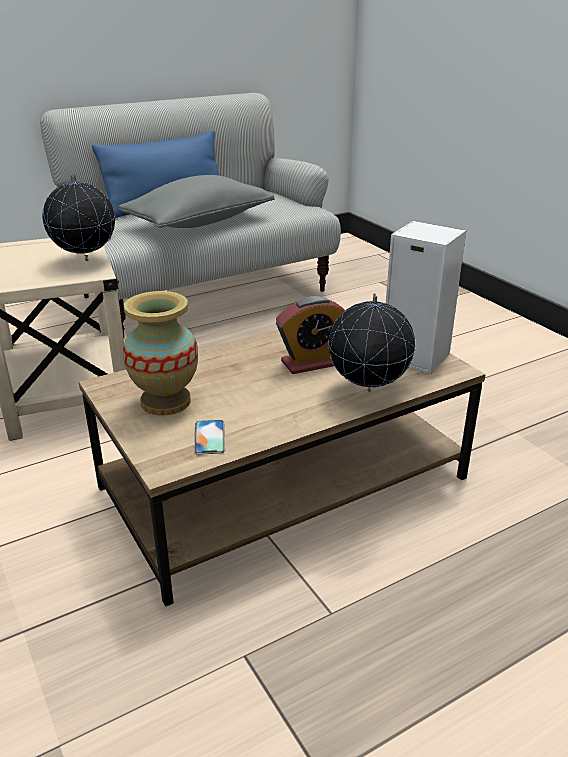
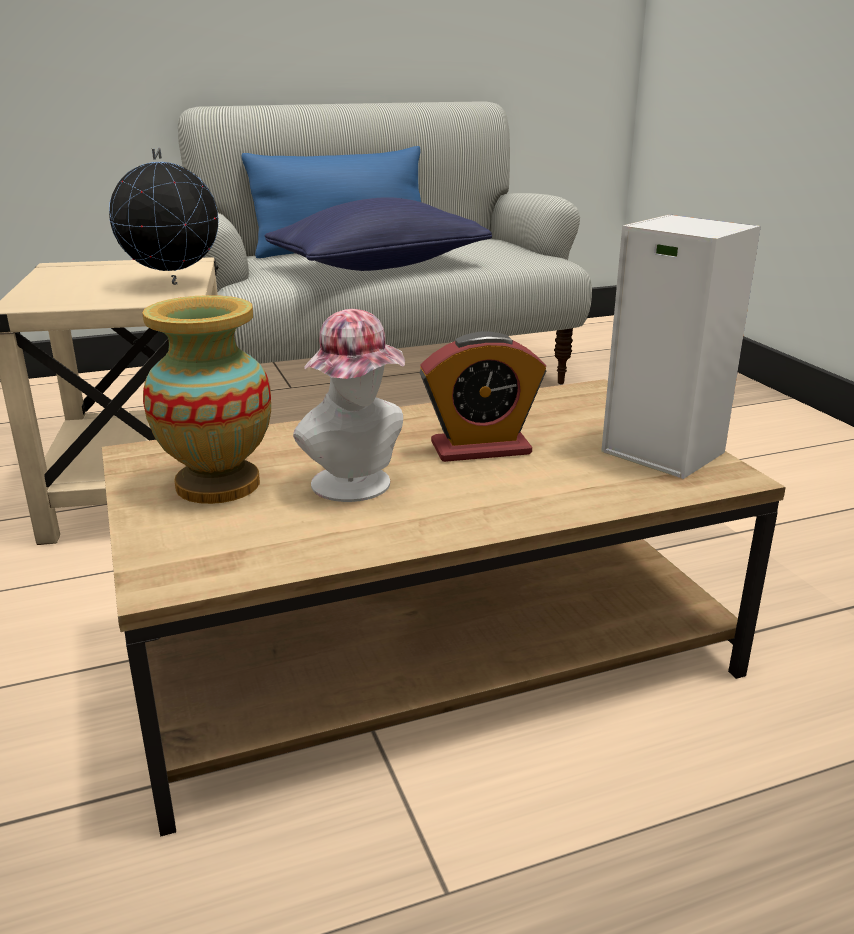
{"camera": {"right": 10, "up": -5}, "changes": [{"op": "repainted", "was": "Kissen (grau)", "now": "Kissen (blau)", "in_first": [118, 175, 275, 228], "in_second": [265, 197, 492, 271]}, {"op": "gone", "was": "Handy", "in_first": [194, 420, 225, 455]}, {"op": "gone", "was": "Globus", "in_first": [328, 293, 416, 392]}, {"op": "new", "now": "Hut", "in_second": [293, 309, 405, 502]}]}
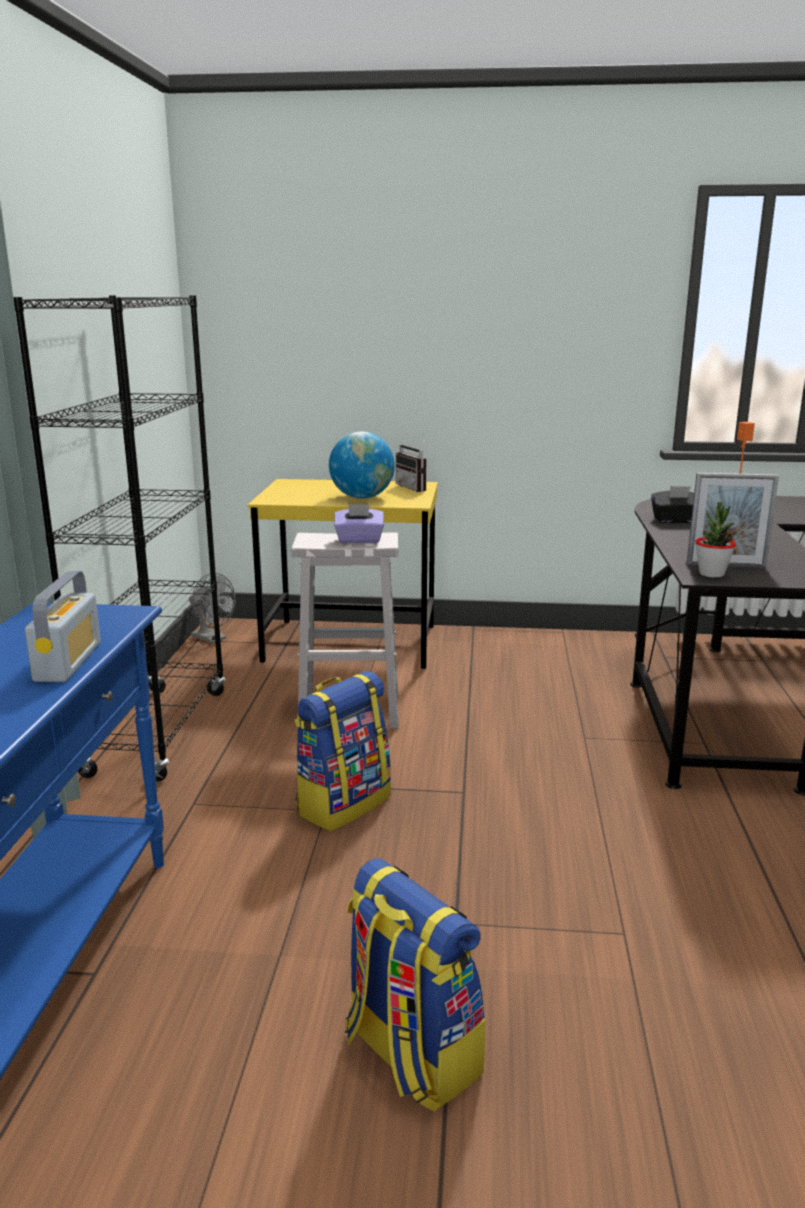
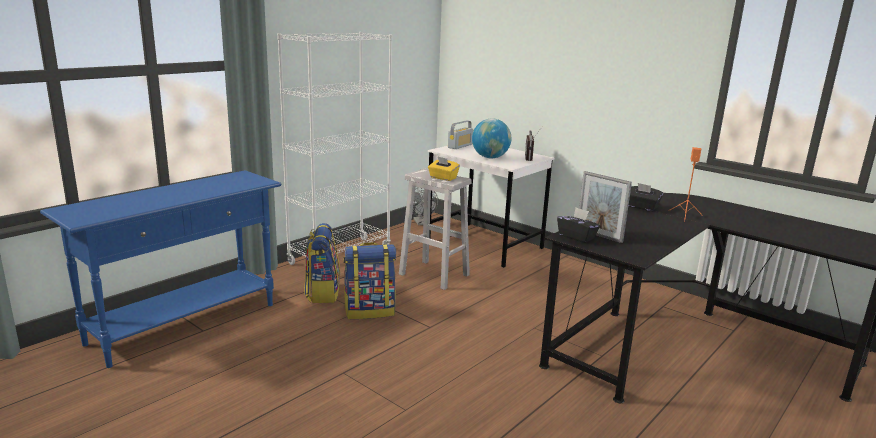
{"camera": {"right": 35, "up": 0}, "changes": [{"op": "repainted", "was": "Bücherregal (schwarz)", "now": "Bücherregal (weiß)", "in_first": [13, 295, 226, 781], "in_second": [277, 32, 393, 265]}, {"op": "shifted", "was": "Radio", "in_first": [25, 571, 101, 682], "in_second": [448, 120, 473, 149]}, {"op": "repainted", "was": "Schreibtisch (gelb)", "now": "Schreibtisch (weiß)", "in_first": [248, 479, 438, 669], "in_second": [428, 143, 554, 268]}, {"op": "repainted", "was": "Taschentuchbox (lila)", "now": "Taschentuchbox (gelb)", "in_first": [334, 504, 384, 543], "in_second": [428, 157, 460, 181]}, {"op": "shifted", "was": "Rucksack", "in_first": [345, 858, 485, 1112], "in_second": [304, 223, 340, 303]}, {"op": "swapped", "was": "Topfpflanze", "now": "Taschentuchbox (schwarz)", "in_first": [695, 502, 736, 578], "in_second": [557, 208, 600, 243]}]}
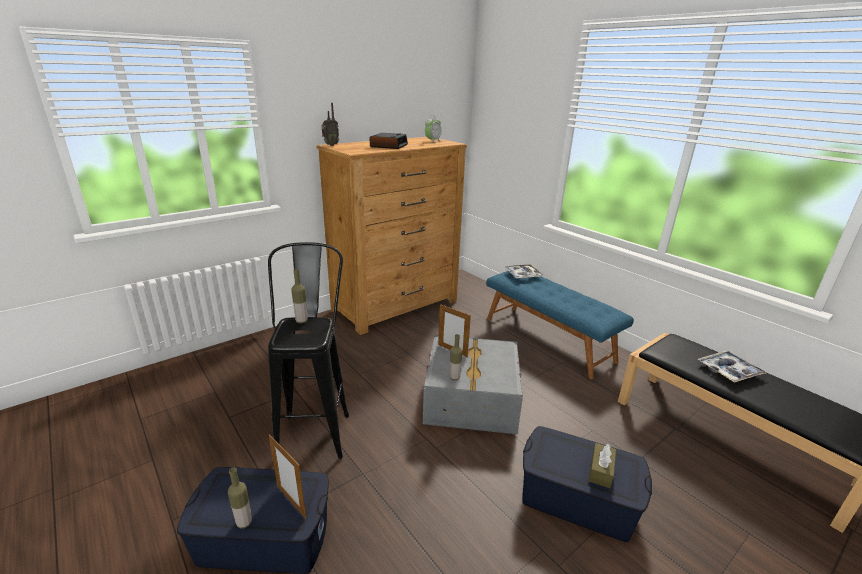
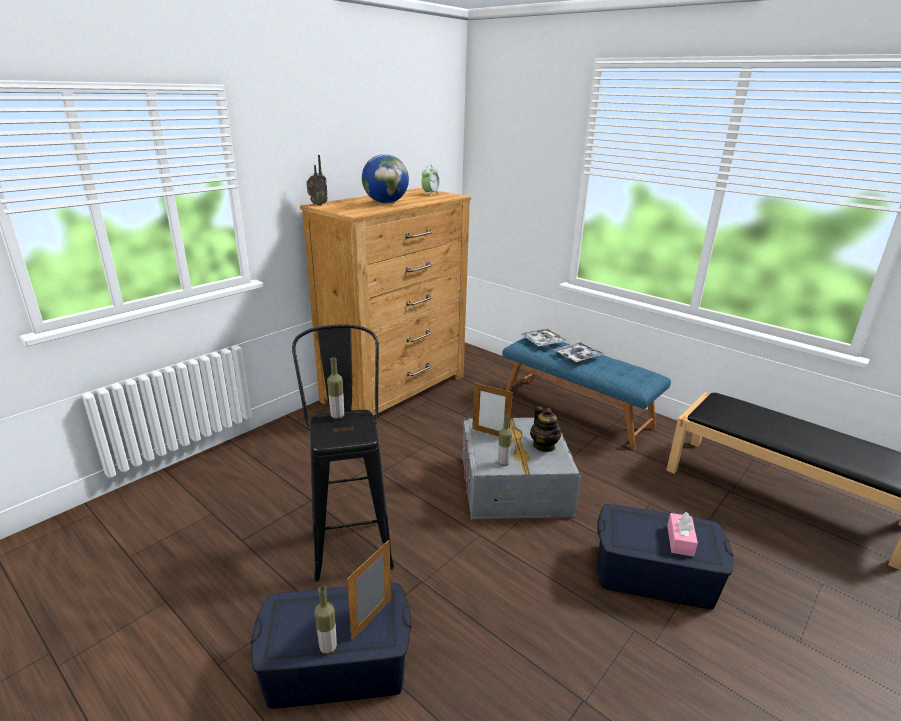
{"camera": {"right": -10, "up": 0}, "changes": [{"op": "rotated", "was": "Bilderrahmen", "in_first": [269, 434, 307, 519], "in_second": [347, 540, 391, 640], "clockwise": 90}, {"op": "swapped", "was": "Wecker", "now": "Globus", "in_first": [370, 133, 408, 149], "in_second": [362, 154, 409, 203]}, {"op": "repainted", "was": "Taschentuchbox (braun)", "now": "Taschentuchbox (rosa)", "in_first": [589, 443, 616, 488], "in_second": [667, 512, 698, 557]}, {"op": "shifted", "was": "Tablett", "in_first": [698, 351, 766, 382], "in_second": [554, 342, 605, 362]}, {"op": "new", "now": "Teekanne", "in_second": [530, 406, 562, 452]}]}
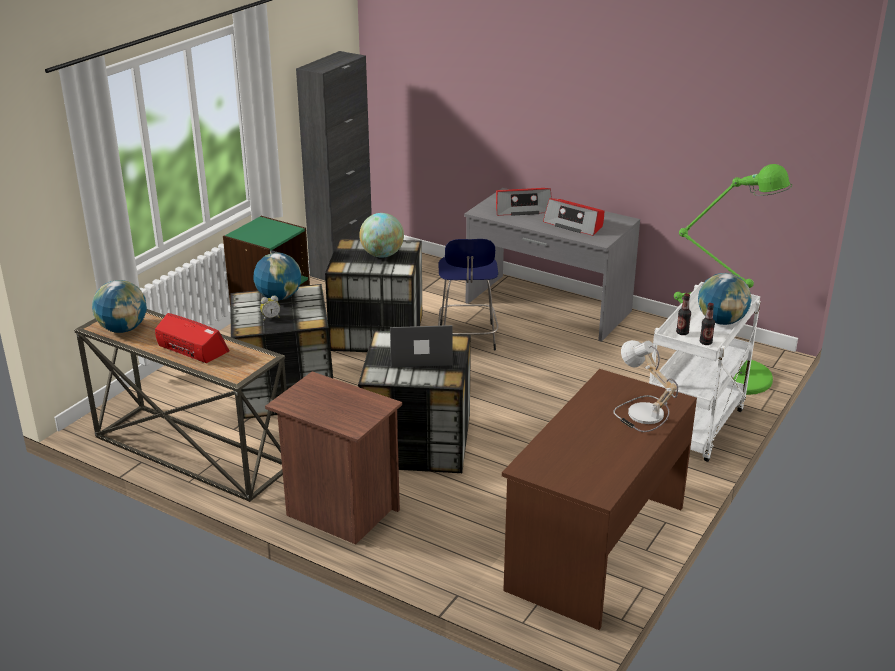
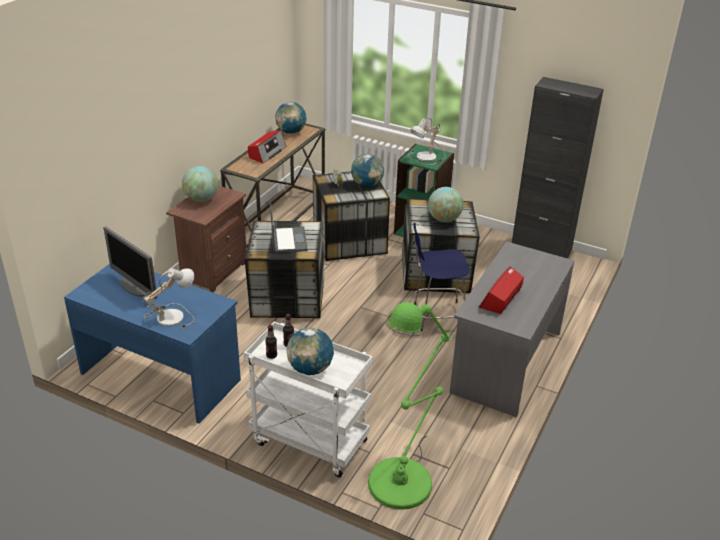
{"camera": {"right": 85, "up": 5}, "changes": [{"op": "gone", "was": "Radio", "in_first": [496, 188, 552, 216]}, {"op": "repainted", "was": "Schreibtisch (braun)", "now": "Schreibtisch (blau)", "in_first": [502, 369, 697, 630], "in_second": [64, 264, 241, 424]}, {"op": "new", "now": "Monitor", "in_second": [104, 227, 157, 299]}, {"op": "new", "now": "Globus", "in_second": [182, 166, 218, 202]}, {"op": "new", "now": "Tischlampe", "in_second": [408, 118, 446, 165]}]}
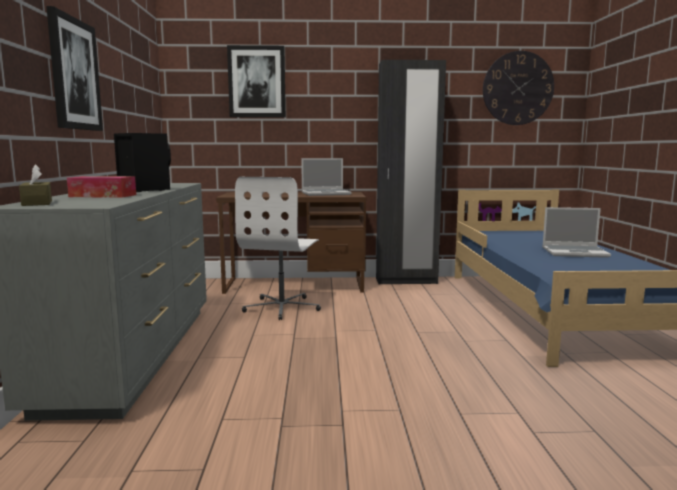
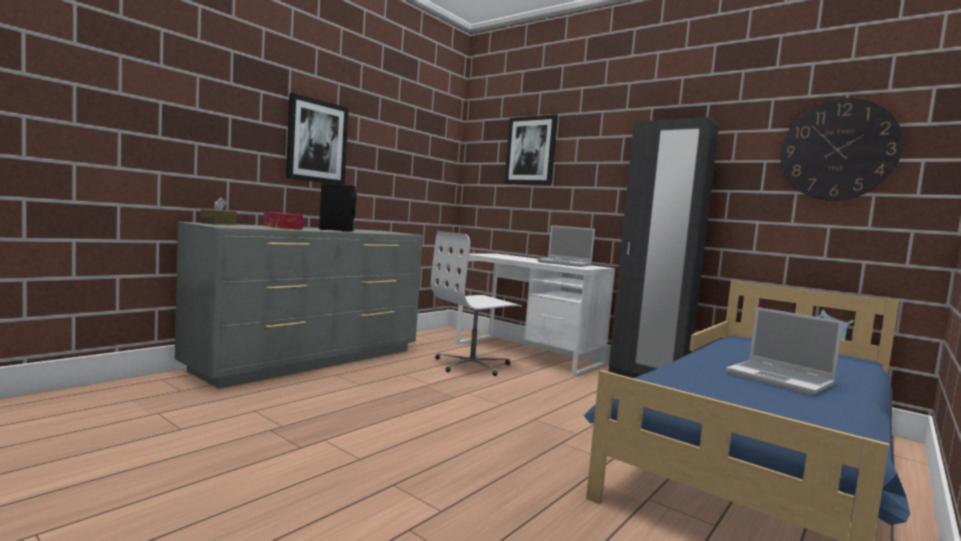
{"camera": {"right": 40, "up": -5}, "changes": [{"op": "repainted", "was": "Schreibtisch (braun)", "now": "Schreibtisch (weiß)", "in_first": [216, 192, 366, 294], "in_second": [456, 253, 615, 376]}]}
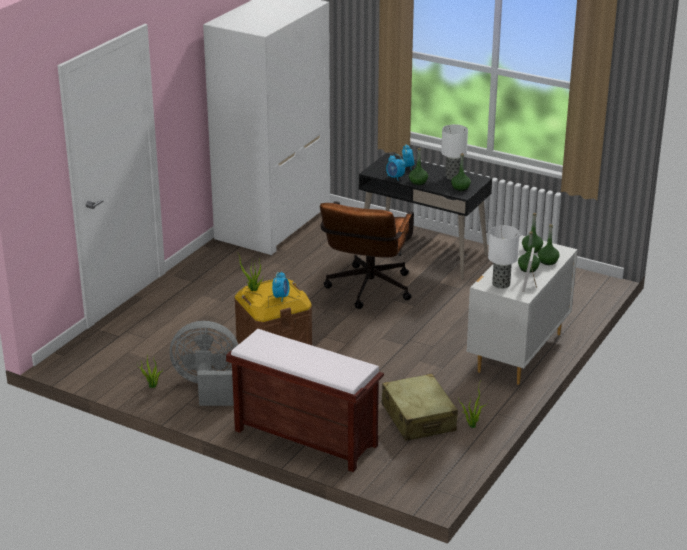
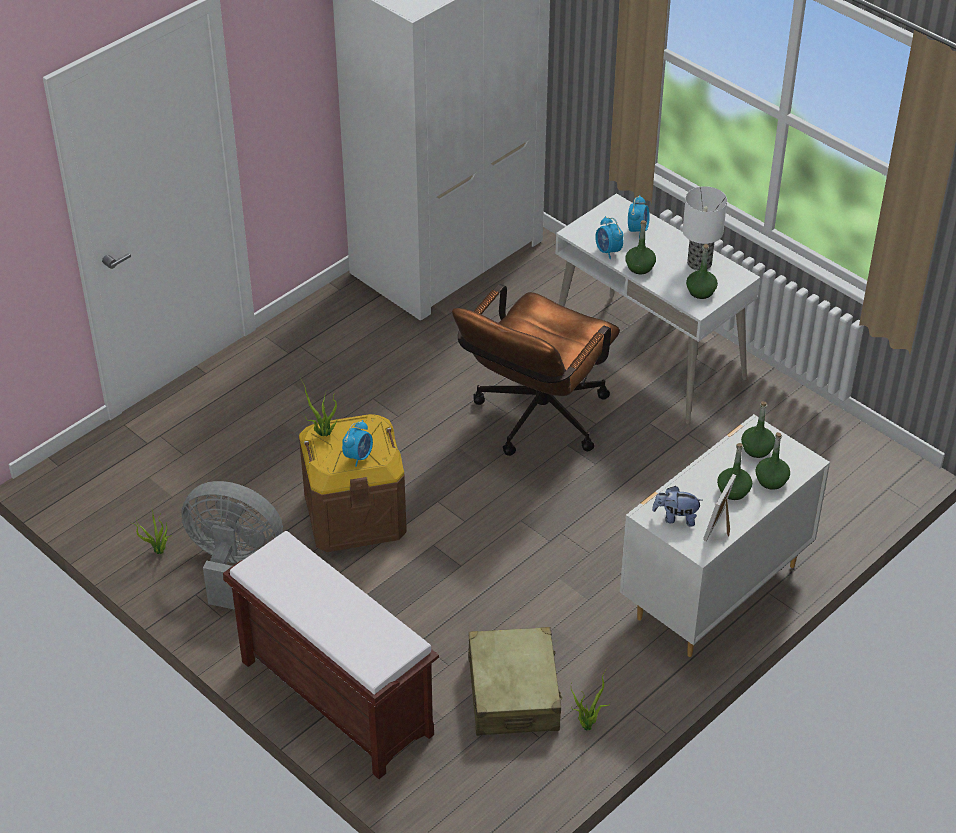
{"camera": {"right": 15, "up": 15}, "changes": [{"op": "repainted", "was": "Schreibtisch (schwarz)", "now": "Schreibtisch (weiß)", "in_first": [359, 153, 492, 280], "in_second": [555, 193, 760, 424]}, {"op": "swapped", "was": "Tischlampe", "now": "Plüschtier", "in_first": [488, 225, 520, 289], "in_second": [652, 486, 703, 527]}]}
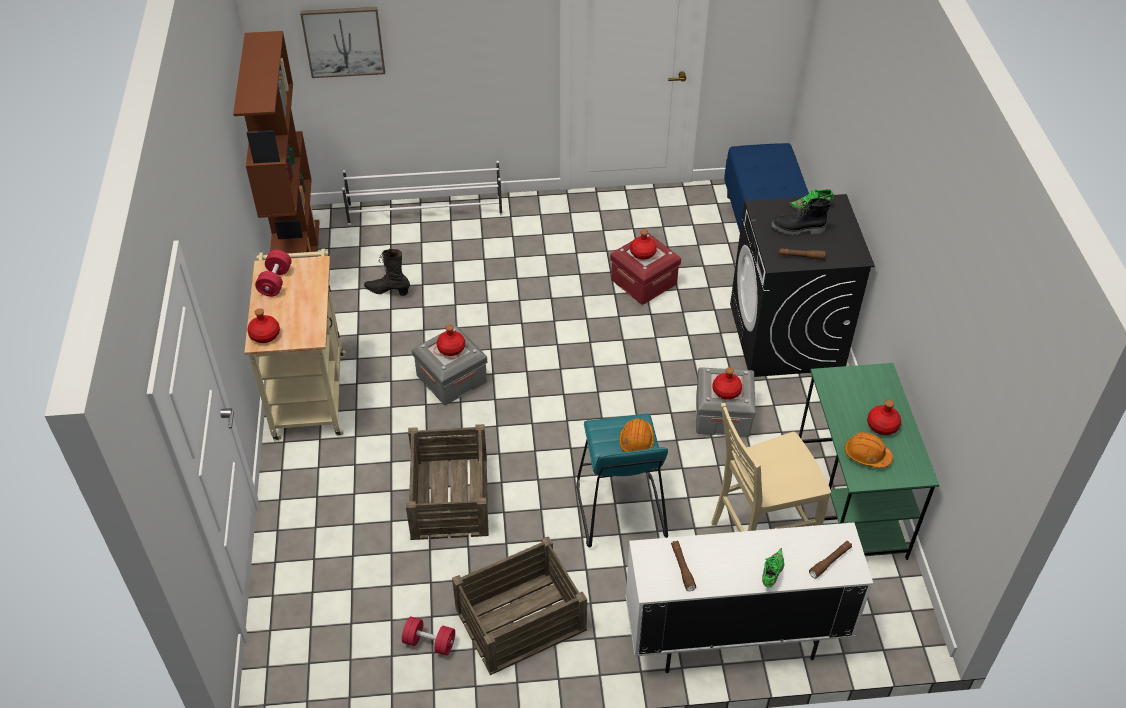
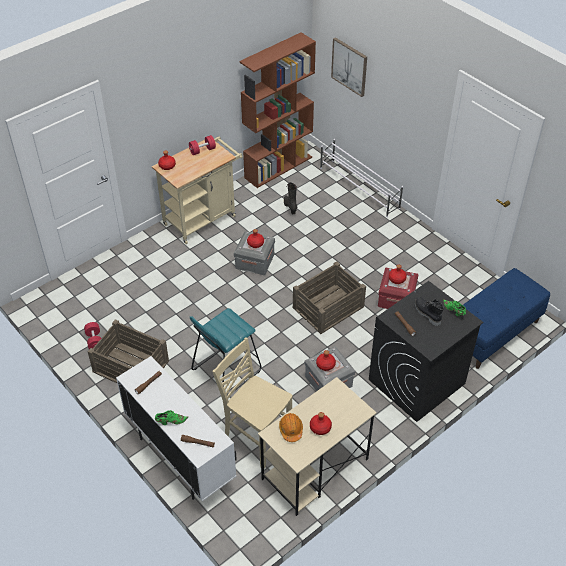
{"camera": {"right": 55, "up": 0}, "changes": [{"op": "shifted", "was": "Kiste", "in_first": [406, 424, 489, 540], "in_second": [292, 261, 366, 334]}, {"op": "gone", "was": "Schutzhelm (orange)", "in_first": [619, 418, 654, 452]}, {"op": "repainted", "was": "Schreibtisch (grün)", "now": "Schreibtisch (beige)", "in_first": [799, 363, 939, 560], "in_second": [258, 377, 377, 516]}]}
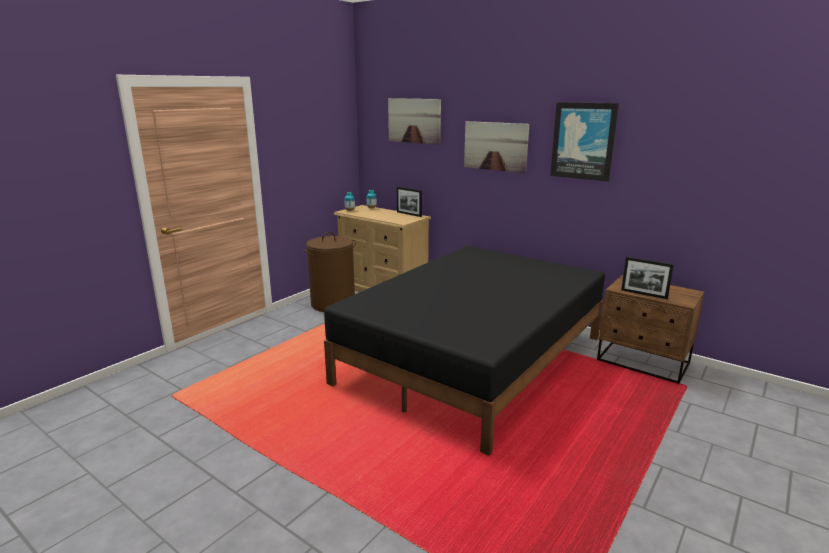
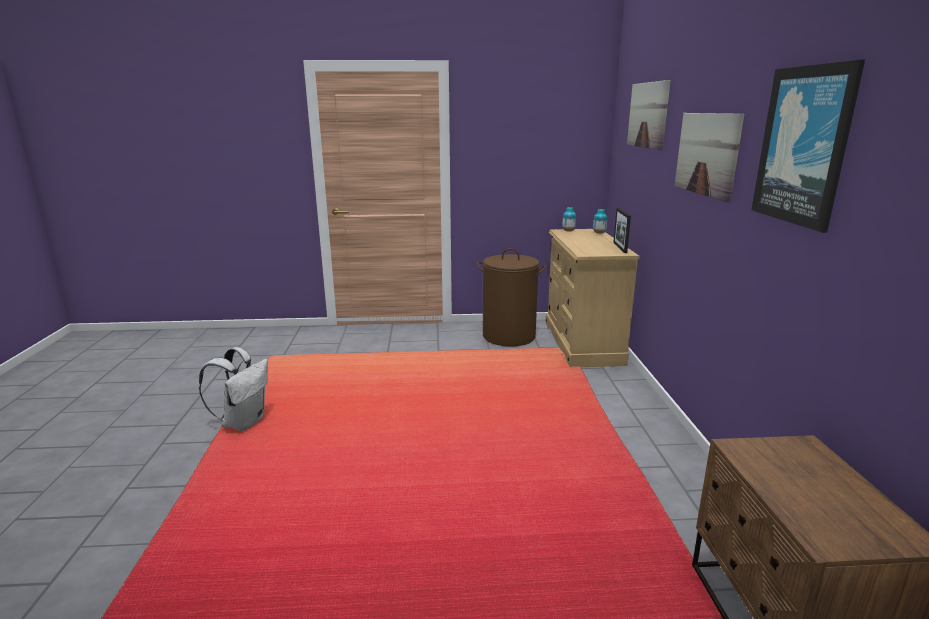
{"camera": {"right": 50, "up": 0}, "changes": [{"op": "gone", "was": "Bett (schwarz)", "in_first": [324, 246, 605, 456]}, {"op": "gone", "was": "Bilderrahmen", "in_first": [621, 257, 674, 299]}, {"op": "new", "now": "Rucksack (weiß)", "in_second": [199, 347, 268, 431]}]}
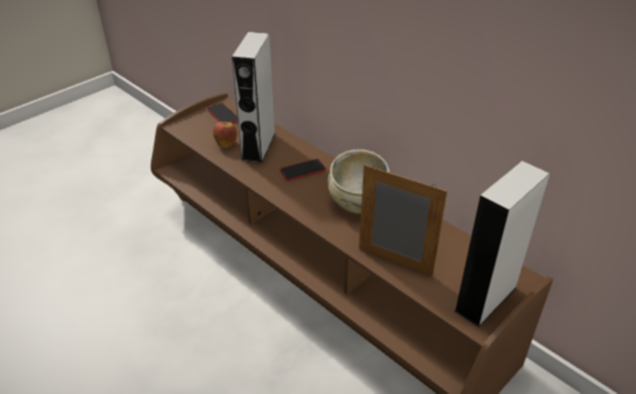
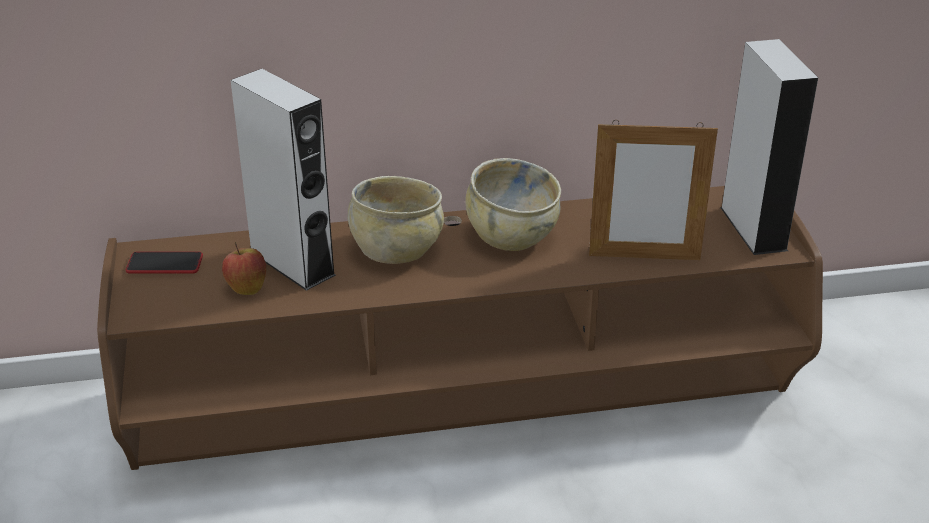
{"camera": {"right": -55, "up": -5}, "changes": [{"op": "swapped", "was": "Handy", "now": "Schüssel (beige)", "in_first": [280, 159, 326, 181], "in_second": [348, 176, 444, 264]}, {"op": "rotated", "was": "Bilderrahmen", "in_first": [359, 165, 447, 276], "in_second": [589, 120, 718, 260], "clockwise": -150}]}
